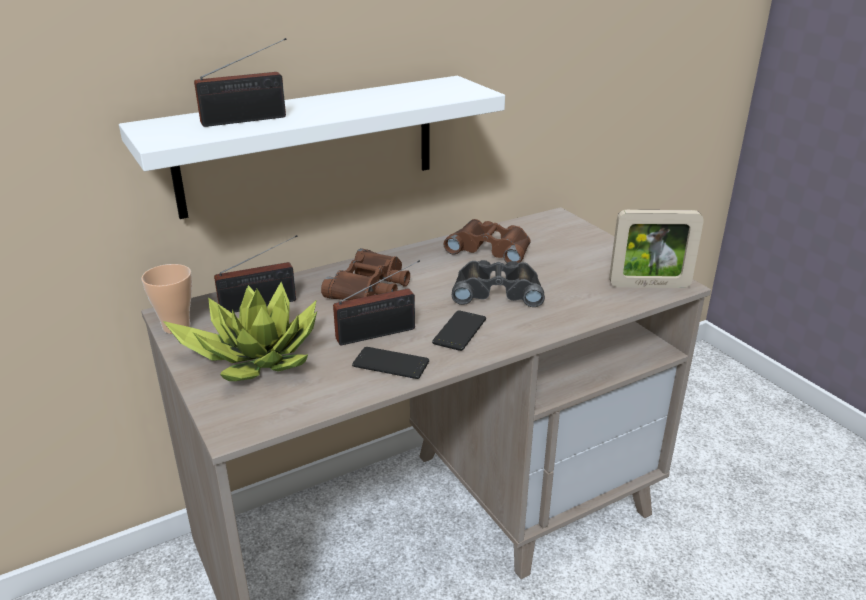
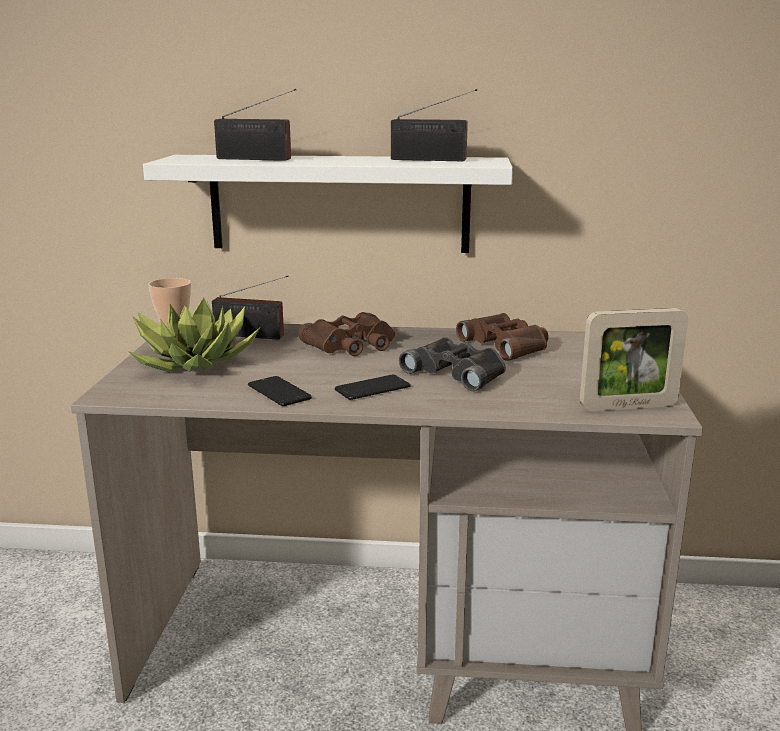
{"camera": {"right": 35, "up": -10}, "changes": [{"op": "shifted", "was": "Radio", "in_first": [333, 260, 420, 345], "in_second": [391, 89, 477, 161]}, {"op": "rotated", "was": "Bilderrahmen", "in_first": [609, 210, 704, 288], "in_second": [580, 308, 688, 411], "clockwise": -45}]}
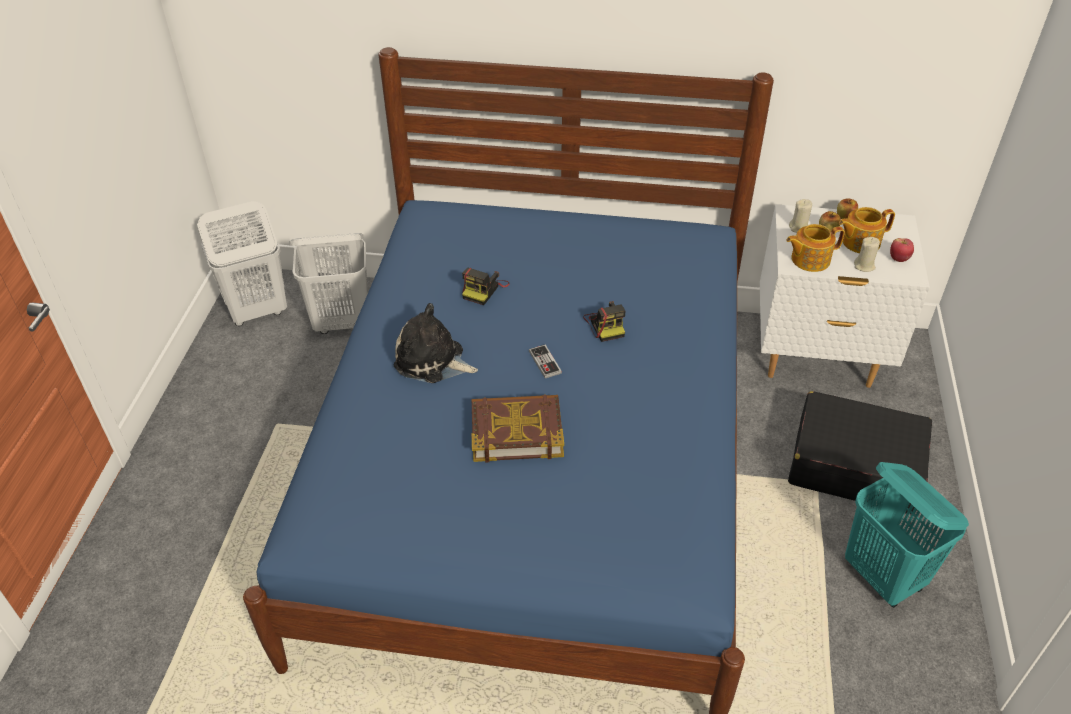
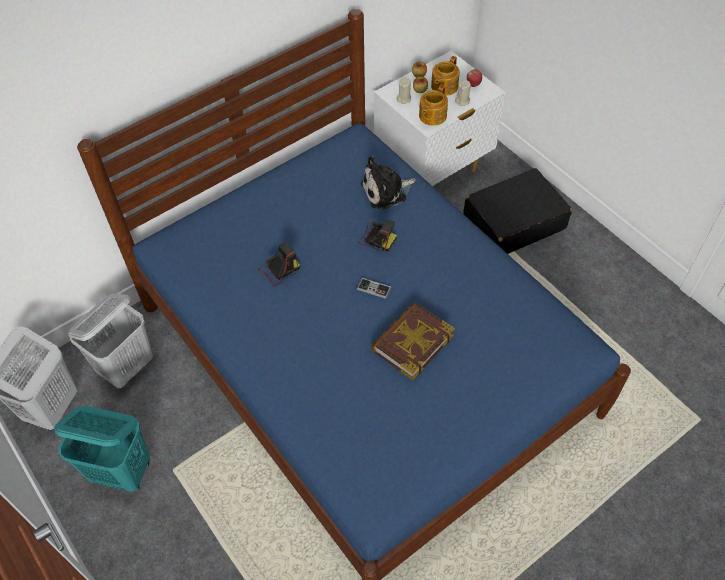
{"camera": {"right": -45, "up": 10}, "changes": [{"op": "shifted", "was": "Plüschtier", "in_first": [394, 303, 478, 383], "in_second": [361, 156, 416, 210]}, {"op": "rotated", "was": "Kamera", "in_first": [462, 268, 510, 305], "in_second": [258, 242, 300, 286], "clockwise": -105}, {"op": "shifted", "was": "Wäschekorb (türkis)", "in_first": [845, 462, 969, 607], "in_second": [54, 406, 150, 492]}]}
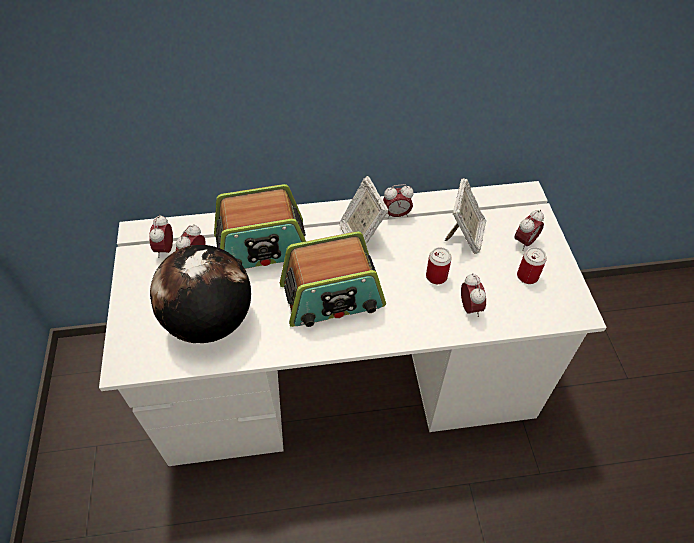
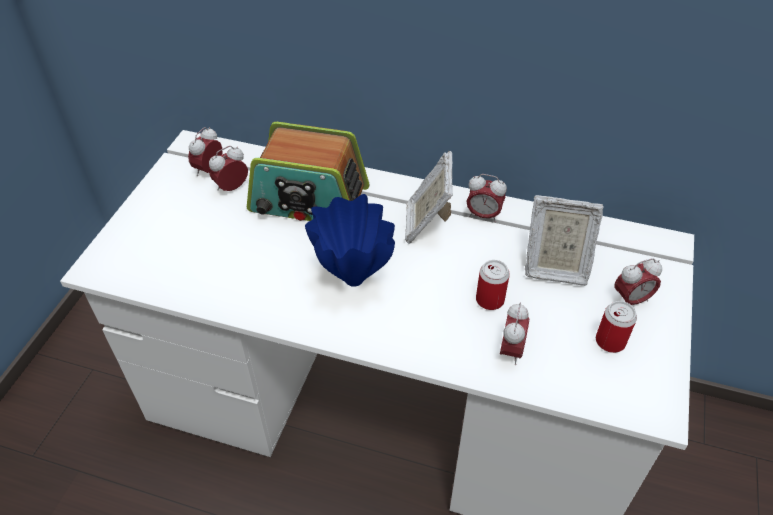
{"camera": {"right": 25, "up": -5}, "changes": [{"op": "gone", "was": "Globus", "in_first": [150, 245, 251, 343]}, {"op": "swapped", "was": "Radio", "now": "Vase (blau)", "in_first": [280, 231, 386, 327], "in_second": [305, 194, 395, 287]}, {"op": "rotated", "was": "Bilderrahmen", "in_first": [445, 178, 486, 254], "in_second": [525, 195, 604, 286], "clockwise": 60}]}
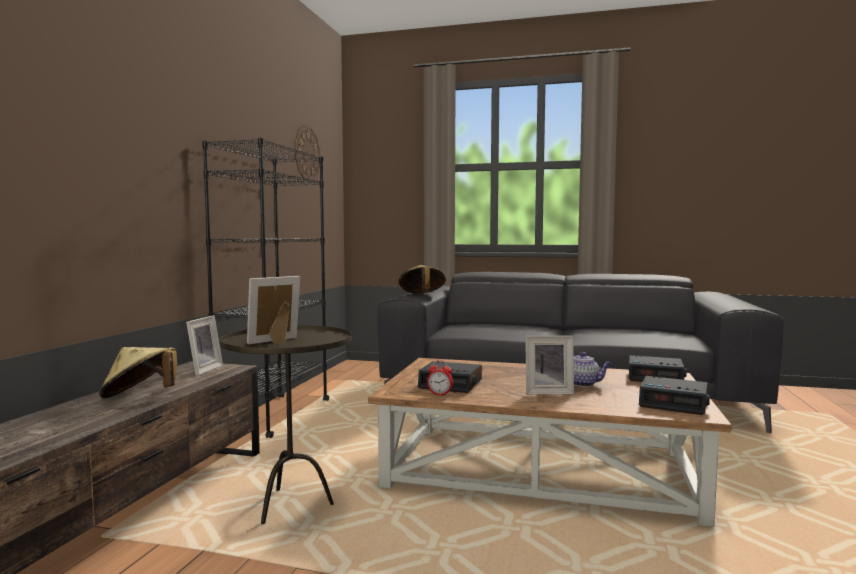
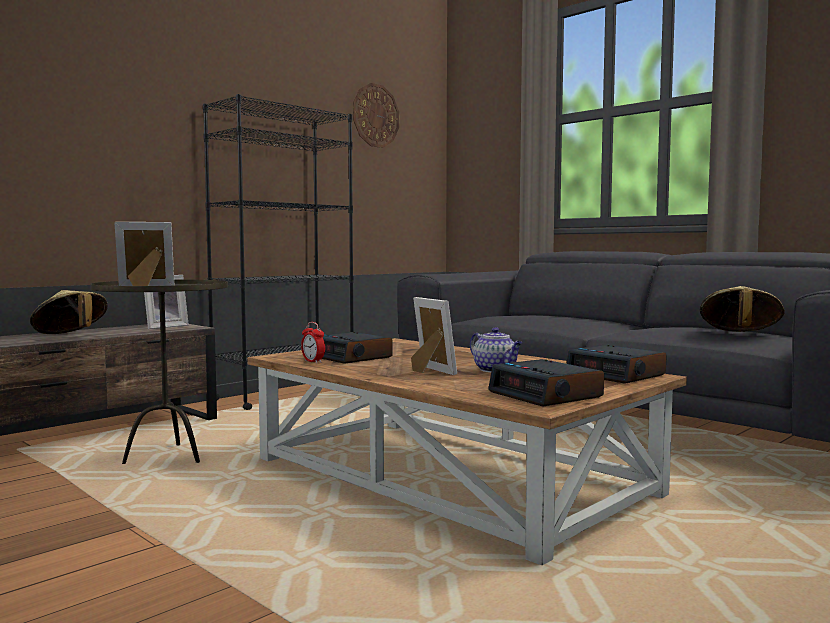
{"camera": {"right": 30, "up": 0}, "changes": [{"op": "shifted", "was": "Hut (beige)", "in_first": [399, 265, 446, 294], "in_second": [700, 286, 785, 332]}, {"op": "rotated", "was": "Bilderrahmen", "in_first": [525, 336, 574, 395], "in_second": [411, 297, 457, 375], "clockwise": -150}]}
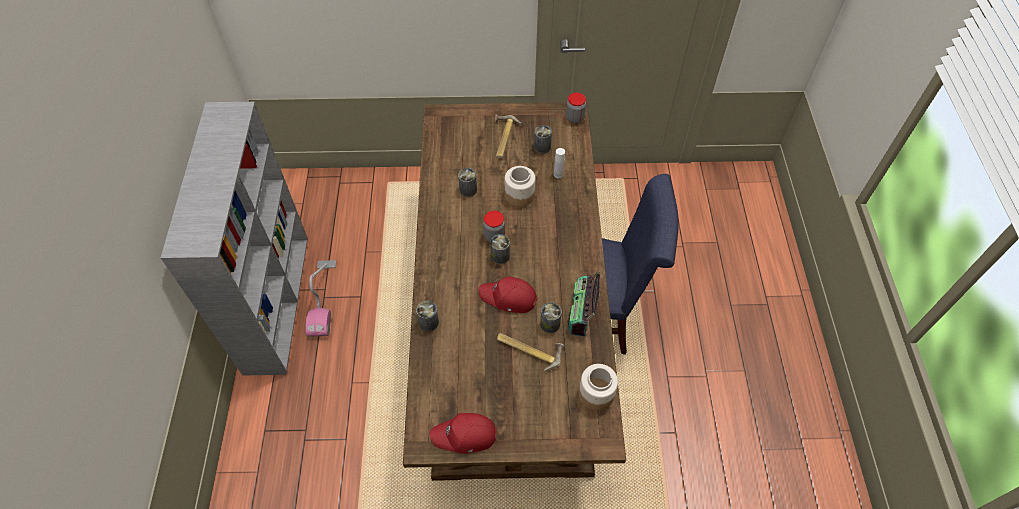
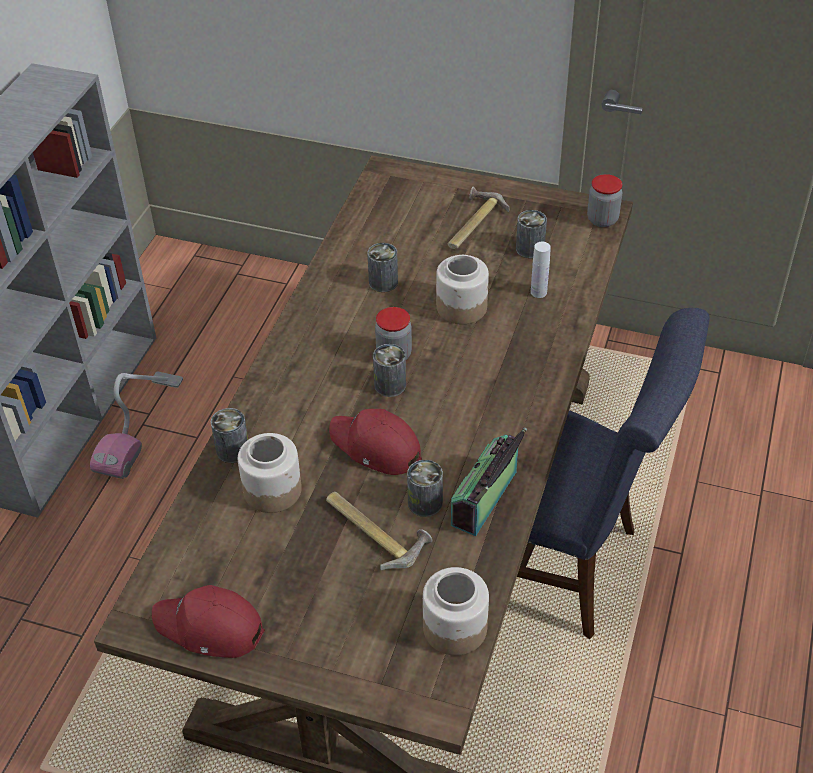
{"camera": {"right": 20, "up": -10}, "changes": [{"op": "new", "now": "Vorratsglas", "in_second": [238, 433, 302, 513]}]}
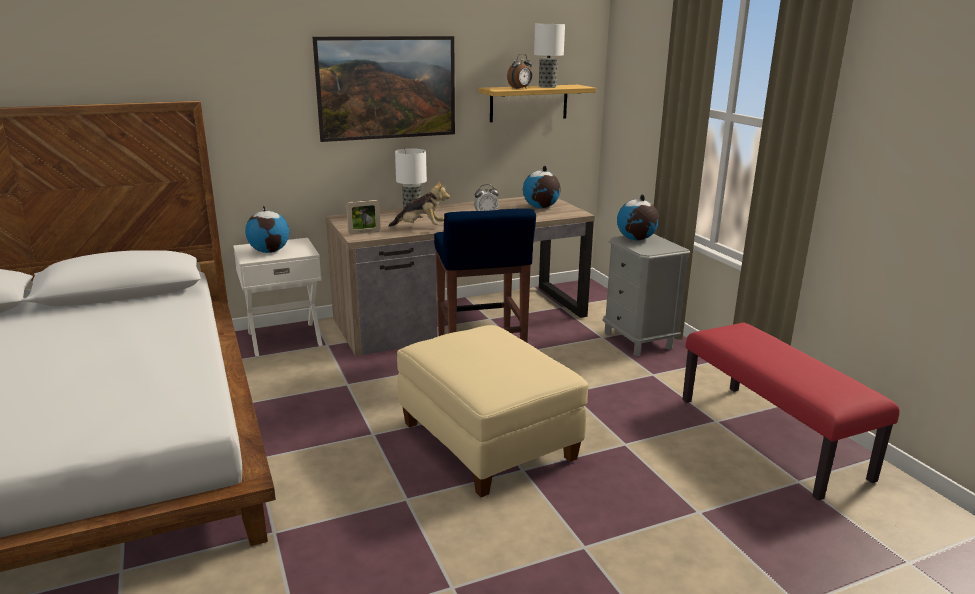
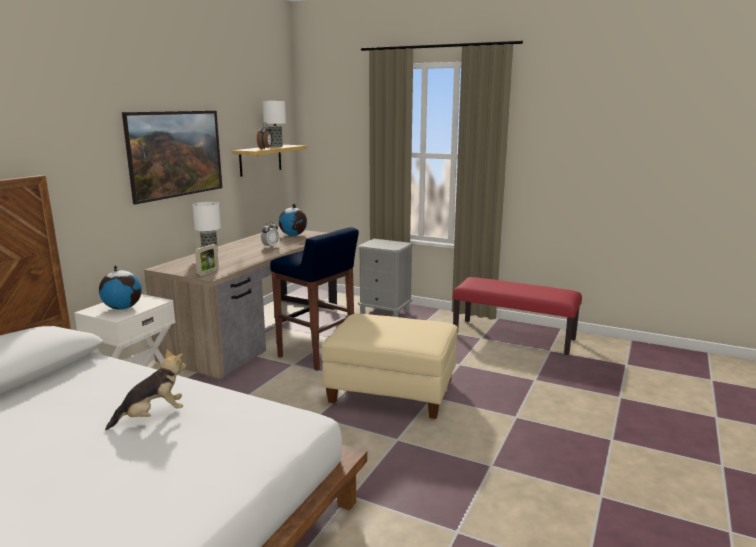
{"camera": {"right": -40, "up": -5}, "changes": [{"op": "shifted", "was": "Plüschtier", "in_first": [388, 180, 450, 227], "in_second": [105, 349, 187, 430]}, {"op": "gone", "was": "Globus", "in_first": [617, 194, 659, 240]}]}
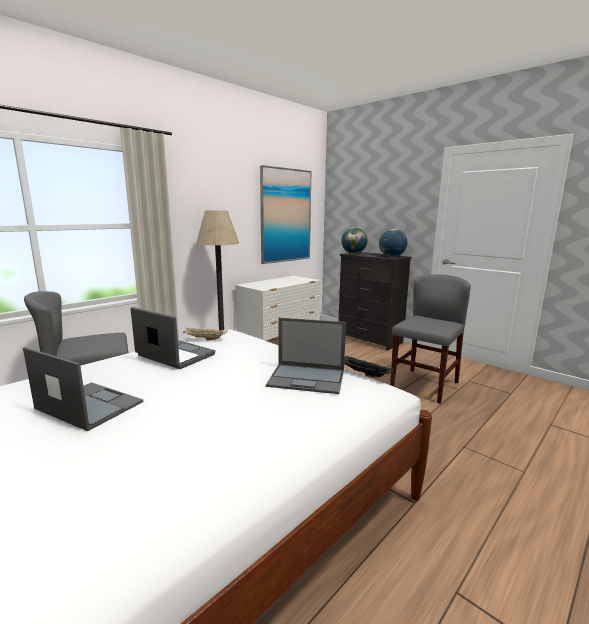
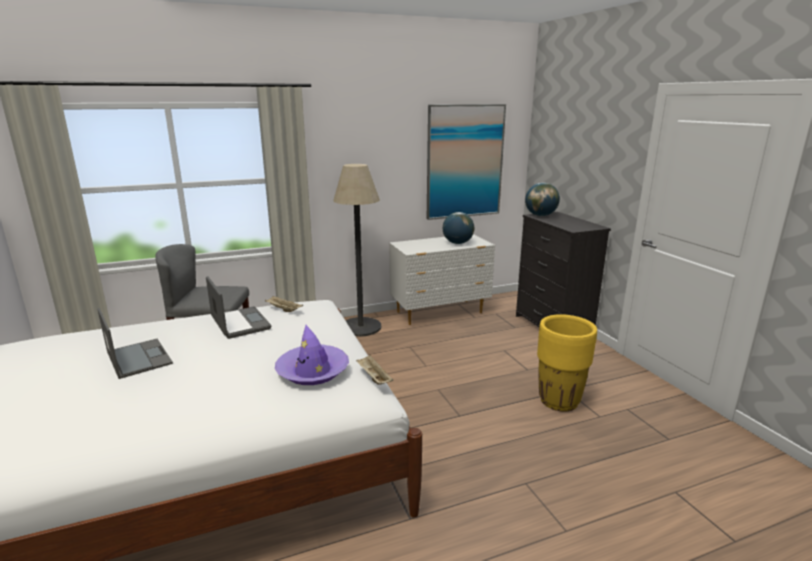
{"camera": {"right": 25, "up": 5}, "changes": [{"op": "swapped", "was": "Laptop", "now": "Hut (lila)", "in_first": [266, 318, 346, 394], "in_second": [275, 325, 349, 385]}, {"op": "repainted", "was": "Tablett (schwarz)", "now": "Tablett (beige)", "in_first": [344, 356, 394, 377], "in_second": [356, 355, 393, 385]}, {"op": "shifted", "was": "Globus", "in_first": [379, 229, 407, 257], "in_second": [443, 212, 474, 244]}, {"op": "swapped", "was": "Stuhl (grau)", "now": "Pflanzkübel (gelb)", "in_first": [390, 274, 471, 404], "in_second": [537, 314, 597, 412]}]}
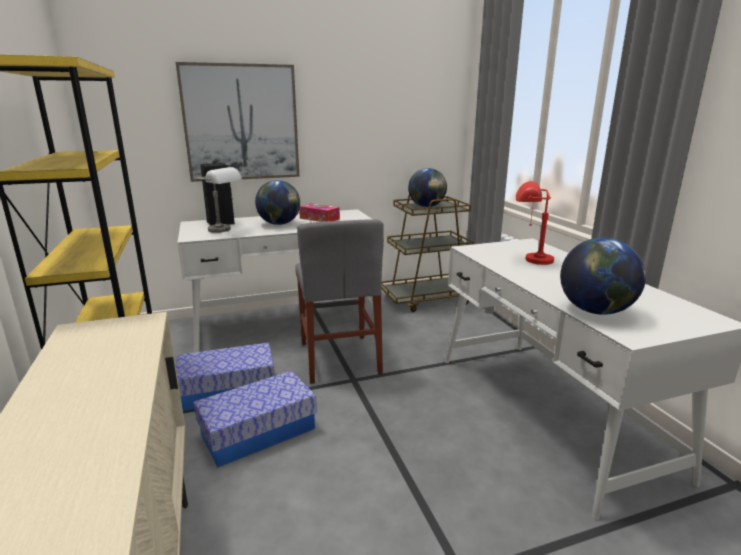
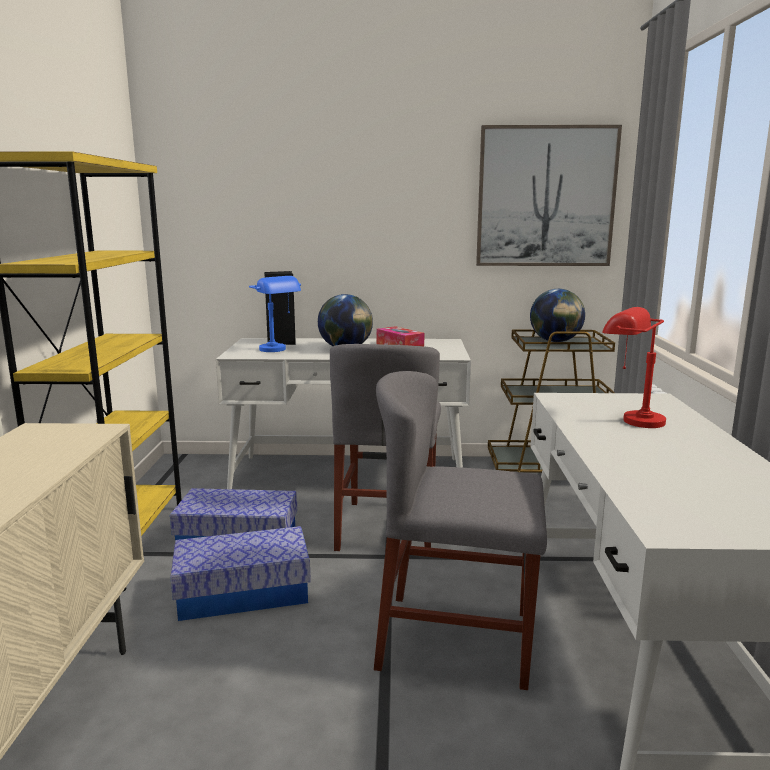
{"camera": {"right": 20, "up": -5}, "changes": [{"op": "shifted", "was": "Bild", "in_first": [176, 62, 300, 182], "in_second": [476, 125, 622, 266]}, {"op": "repainted", "was": "Tischlampe (grau)", "now": "Tischlampe (blau)", "in_first": [198, 167, 242, 233], "in_second": [249, 276, 301, 352]}, {"op": "gone", "was": "Globus", "in_first": [560, 238, 646, 315]}, {"op": "new", "now": "Stuhl (grau)", "in_second": [374, 371, 547, 690]}]}
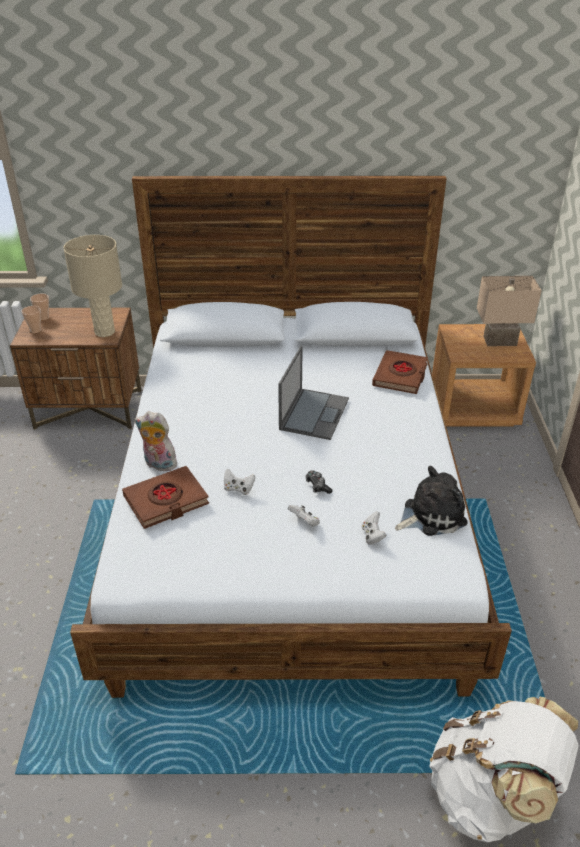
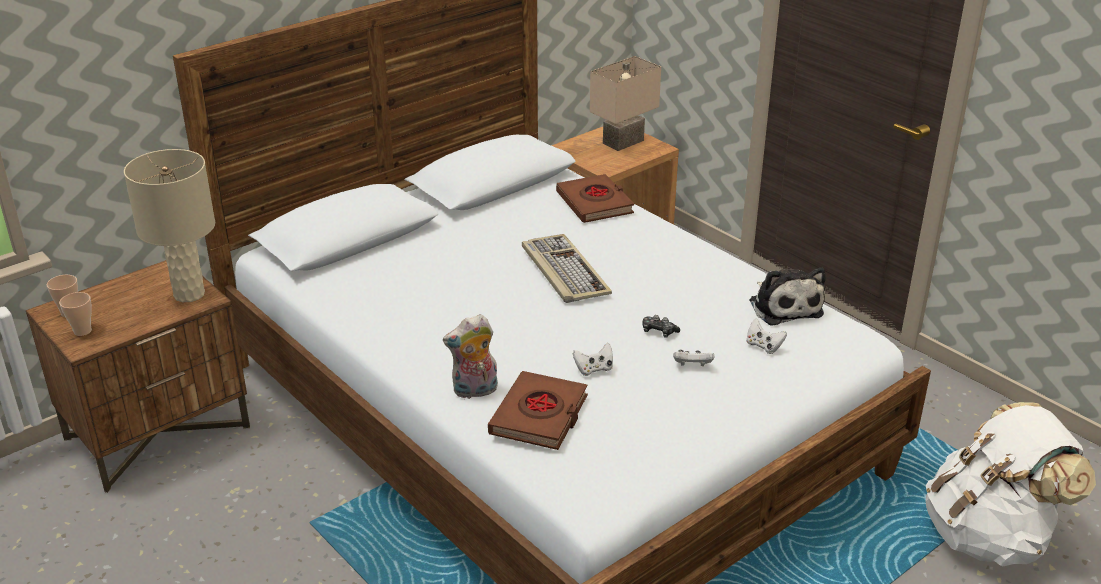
{"camera": {"right": -40, "up": -5}, "changes": [{"op": "swapped", "was": "Laptop", "now": "Tastatur", "in_first": [278, 346, 349, 440], "in_second": [522, 234, 612, 303]}, {"op": "rotated", "was": "Plüschtier", "in_first": [395, 466, 467, 536], "in_second": [750, 267, 826, 326], "clockwise": 135}]}
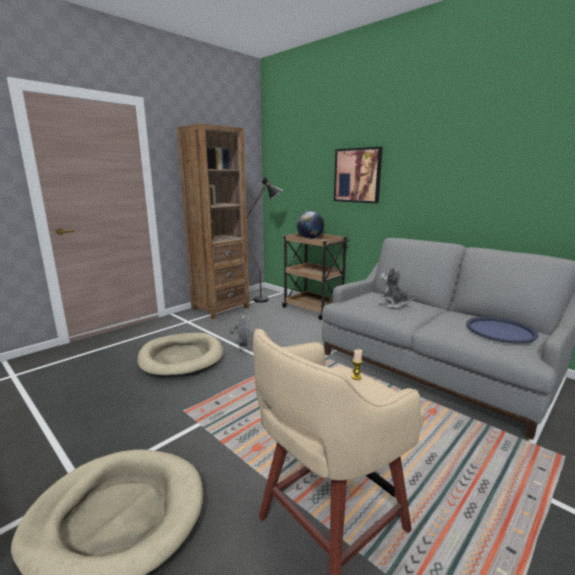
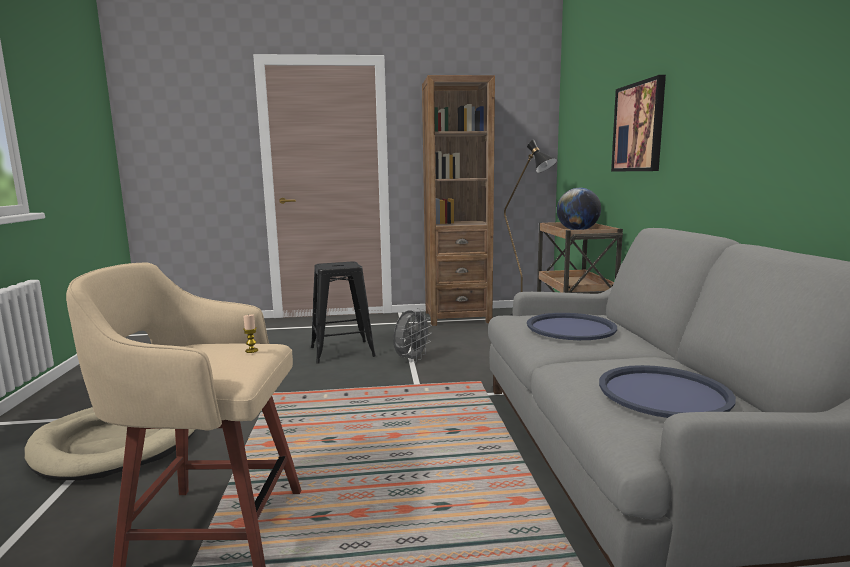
{"camera": {"right": 40, "up": -5}, "changes": [{"op": "swapped", "was": "Hundebett (beige)", "now": "Hocker (schwarz)", "in_first": [137, 333, 223, 378], "in_second": [311, 261, 376, 364]}, {"op": "swapped", "was": "Plüschtier", "now": "Tablett (blau)", "in_first": [377, 267, 414, 308], "in_second": [527, 313, 617, 340]}]}
